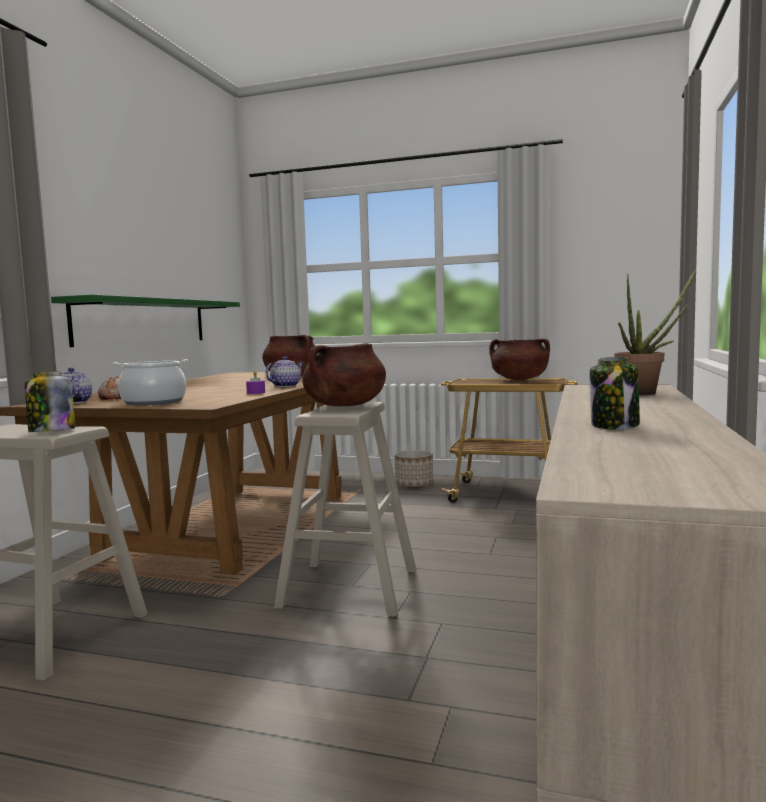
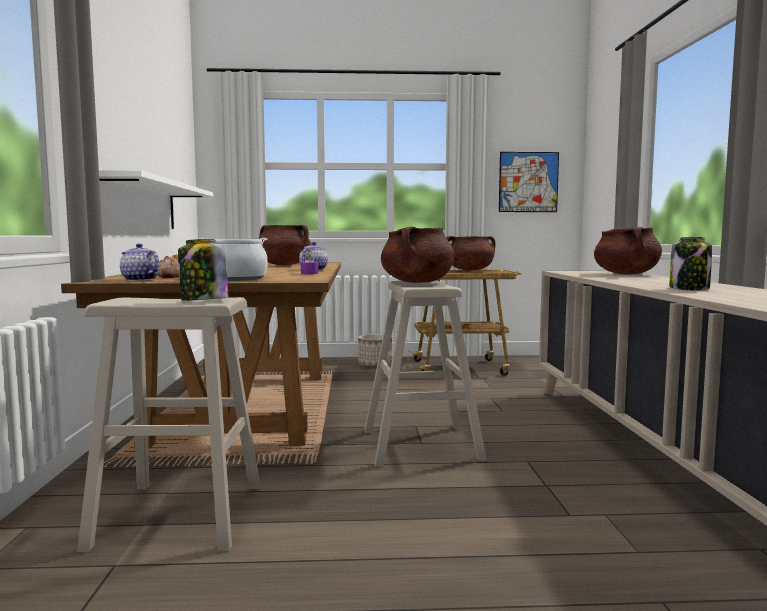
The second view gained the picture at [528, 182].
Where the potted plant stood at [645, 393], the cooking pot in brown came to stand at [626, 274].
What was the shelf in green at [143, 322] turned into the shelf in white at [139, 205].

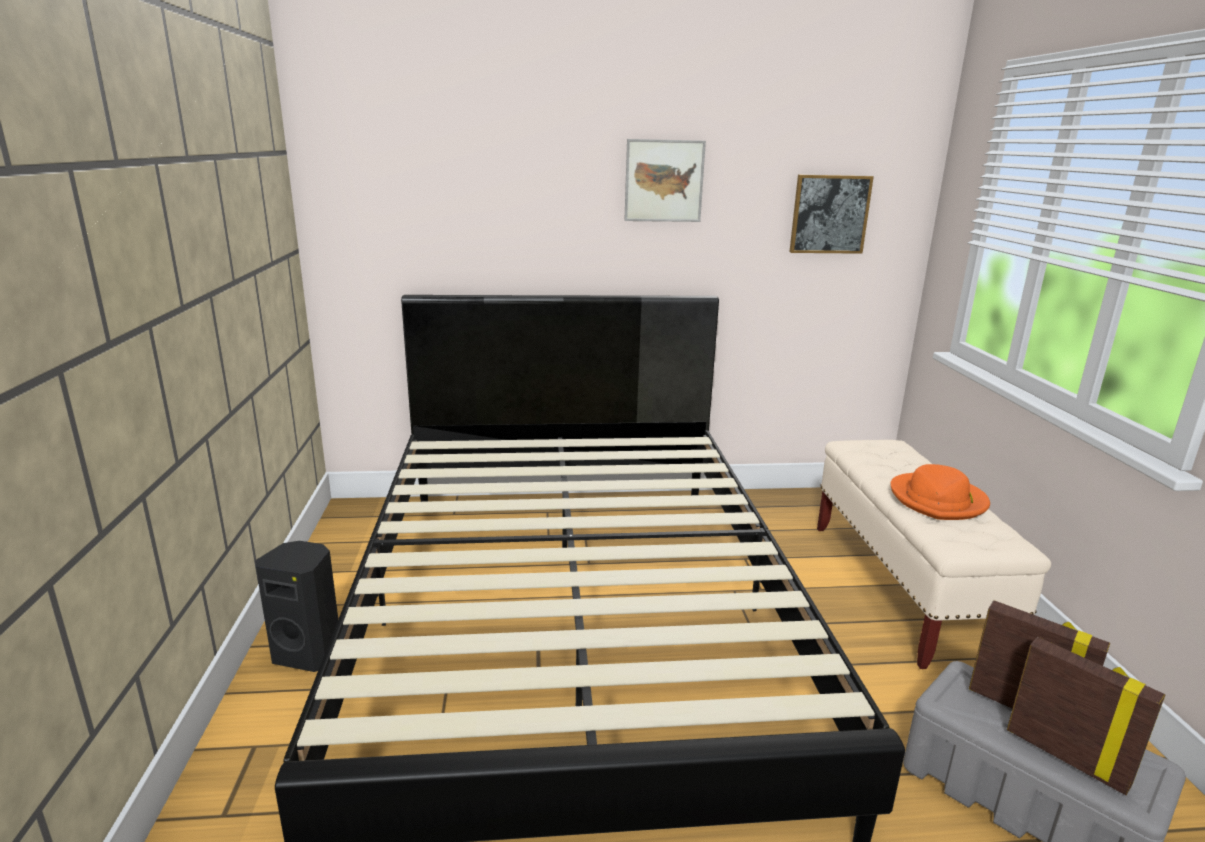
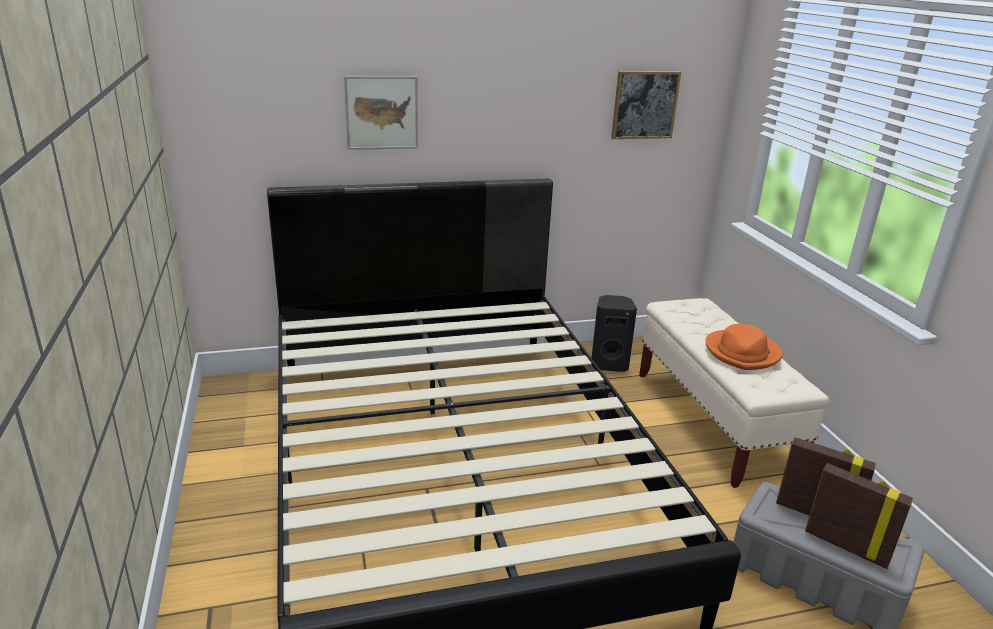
The speaker in black ended up elsewhere, having gone from [309, 653] to [608, 364].
The picture ended up elsewhere, having gone from [664, 181] to [382, 112].

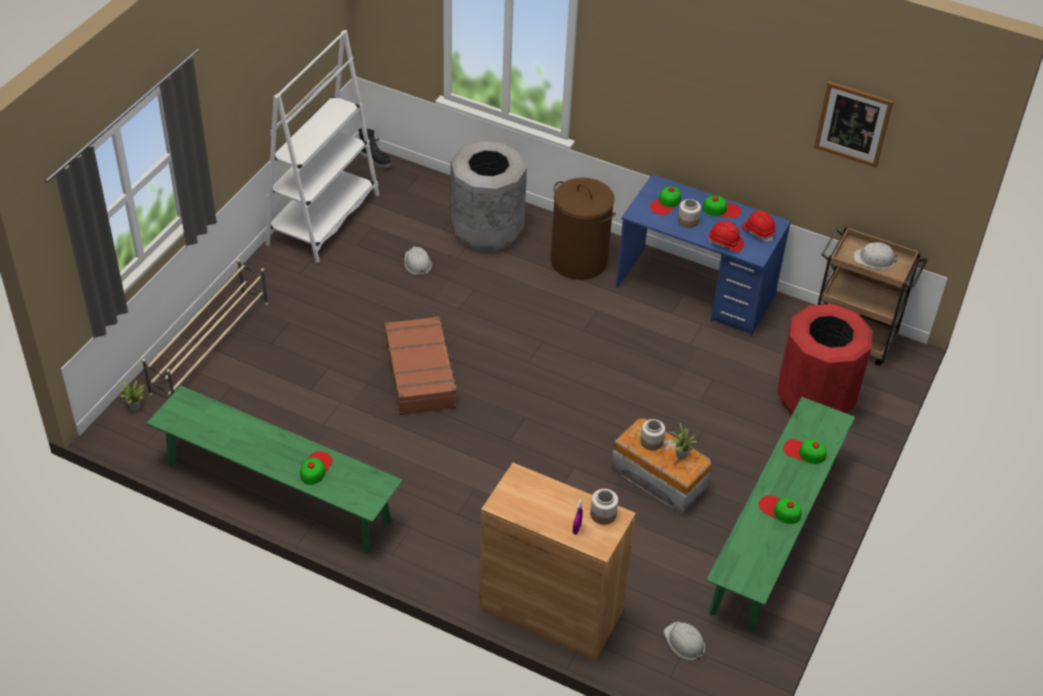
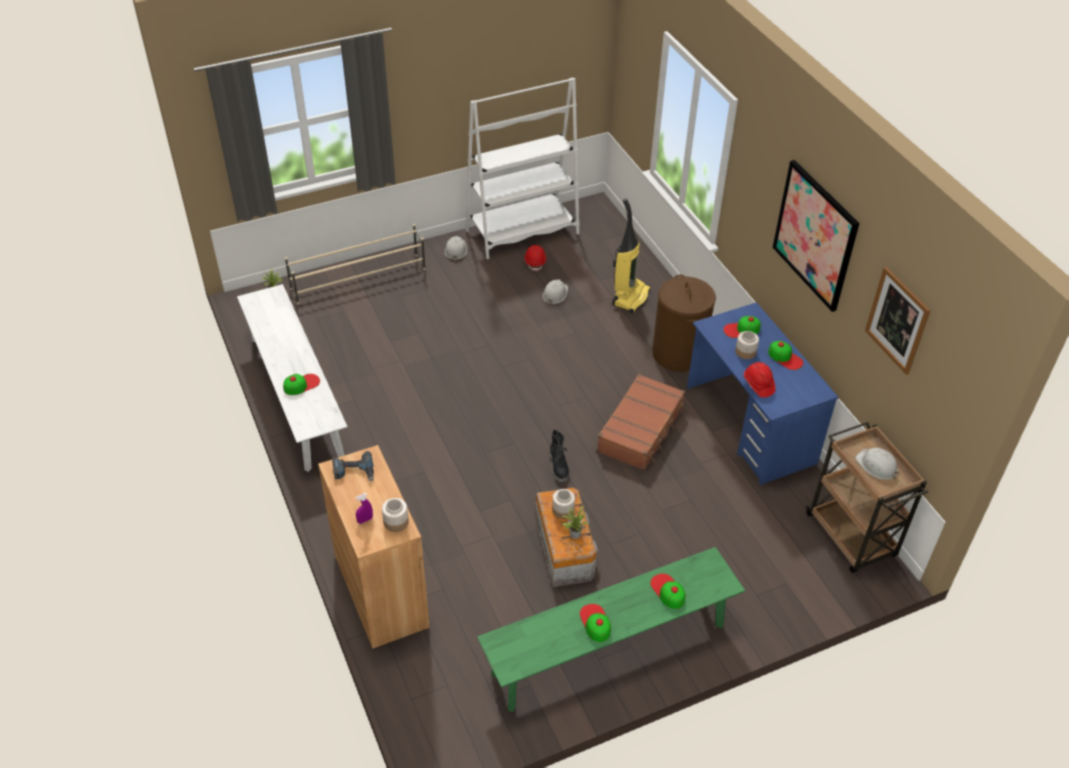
The second view lost the trash can in red at [815, 399].
The second view gained the power drill at [354, 472].
The second view gained the picture at [815, 235].
The boot in black ended up elsewhere, having gone from [376, 159] to [559, 466].
The suitcase in brown ended up elsewhere, having gone from [421, 374] to [641, 430].
The hard hat in white ended up elsewhere, having gone from [684, 642] to [455, 250].
The hard hat in red ended up elsewhere, having gone from [758, 231] to [535, 262].
Where the trash can in grey stood at [486, 231], the vacuum cleaner came to stand at [630, 297].
What was the bench in green at [278, 493] turned into the bench in white at [296, 396].

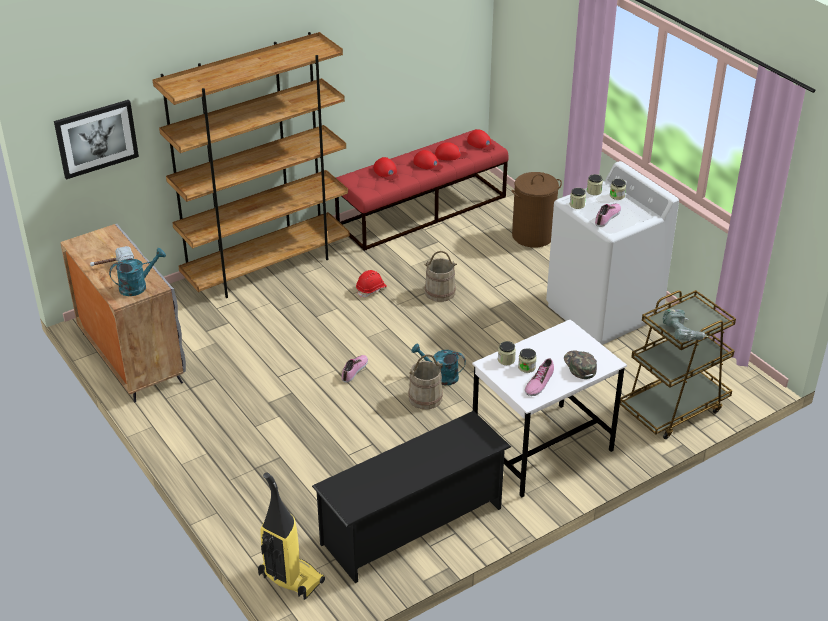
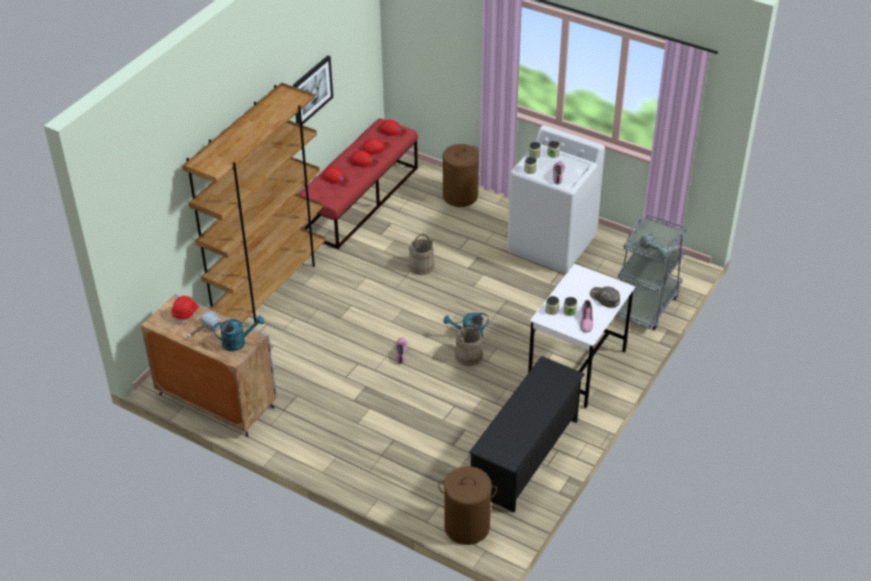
The picture ended up elsewhere, having gone from [96, 138] to [312, 90].
The hard hat in red ended up elsewhere, having gone from [371, 289] to [186, 313].
Where the vacuum cleaner stood at [290, 578], the laundry basket in brown came to stand at [466, 527].
What was the cart in brown at [673, 408] turned into the cart in grey at [645, 304].
The watering can in turquoise at [138, 286] ended up facing another way, 45 degrees clockwise from before.

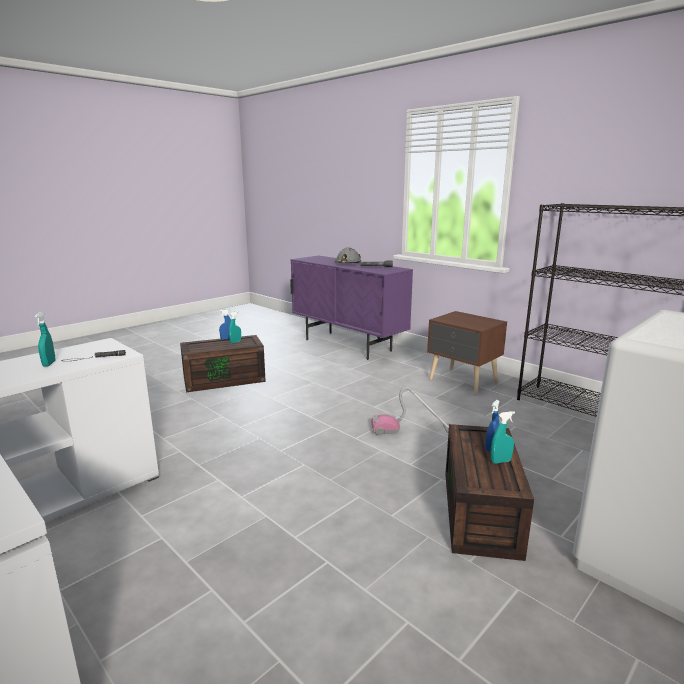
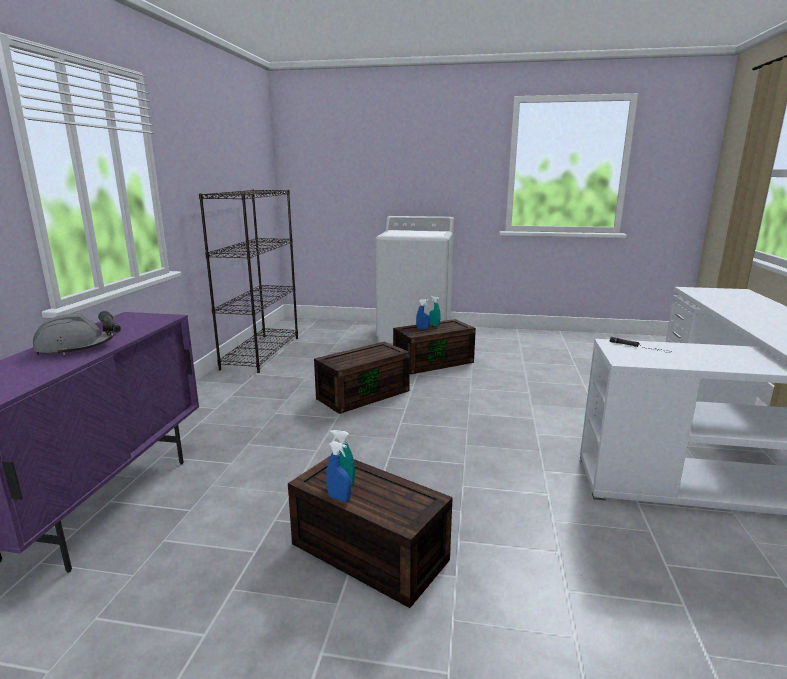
The second view lost the spray bottle in turquoise at [49, 364].
The second view lost the nightstand in brown at [463, 382].
Where the vacuum cleaner stood at [412, 430], the storage box in brown came to stand at [363, 394].

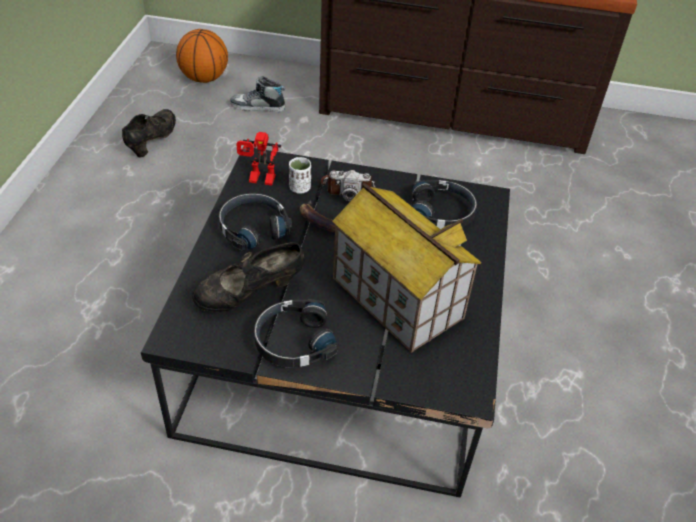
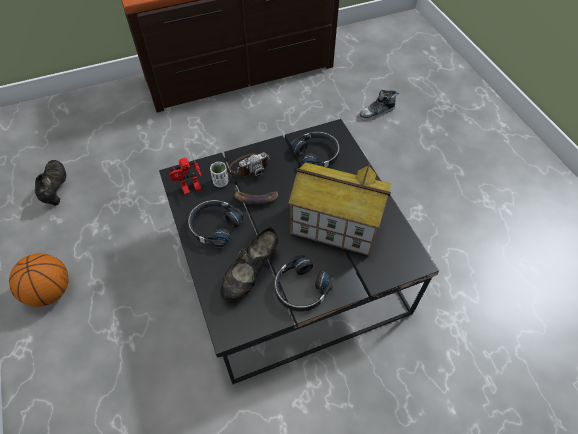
The basketball ended up elsewhere, having gone from [204, 78] to [50, 291].
The shoe ended up elsewhere, having gone from [258, 107] to [376, 112].

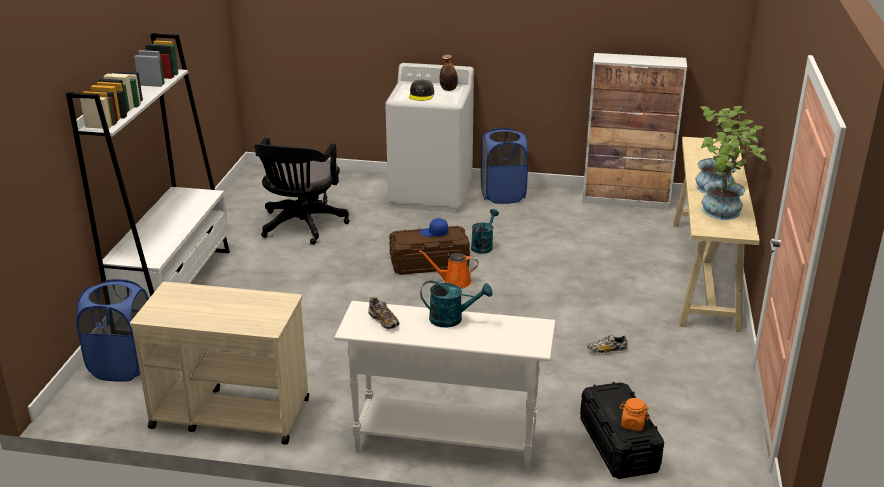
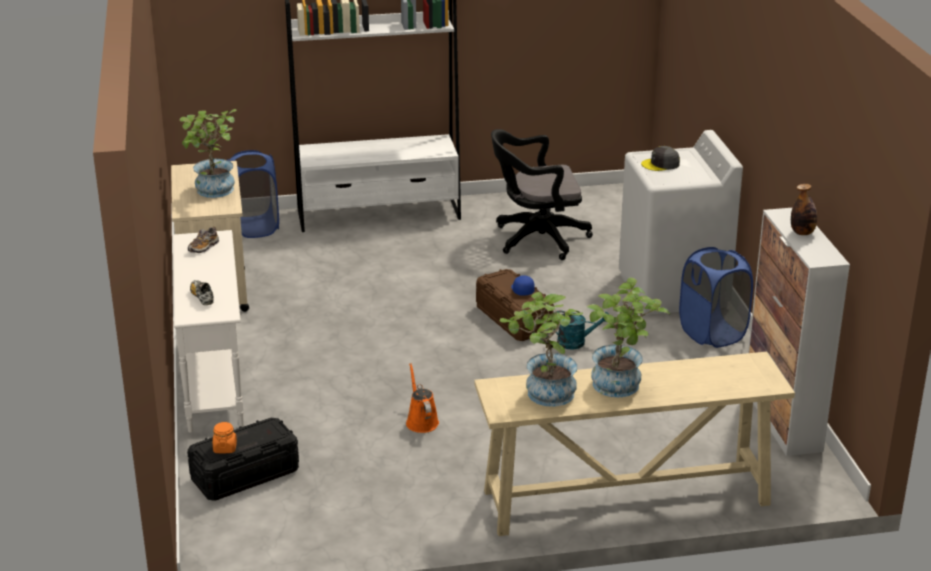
The second view lost the watering can in turquoise at [452, 319].
The second view gained the potted plant at [213, 192].
The watering can in orange ended up elsewhere, having gone from [454, 282] to [421, 421].
The bottle ended up elsewhere, having gone from [448, 89] to [802, 233].
The shoe ended up elsewhere, having gone from [607, 350] to [202, 297].

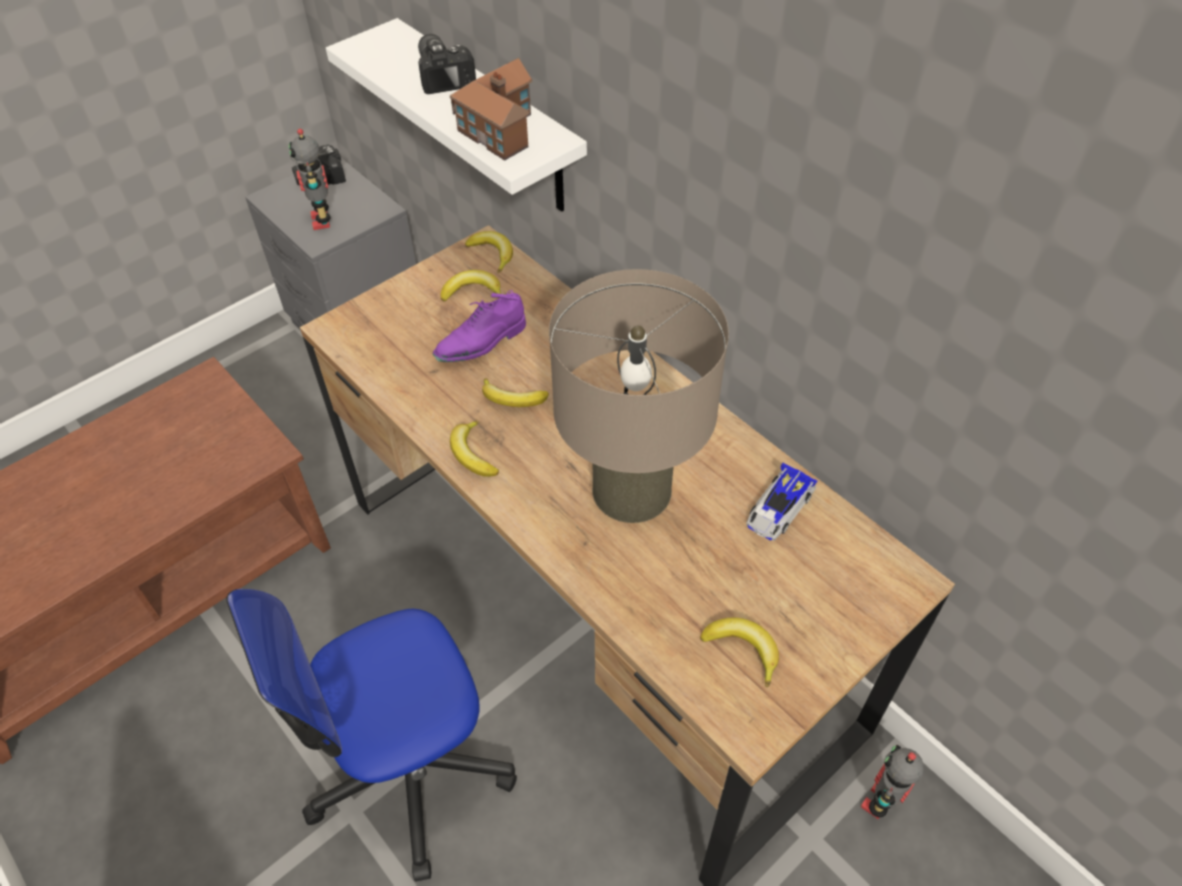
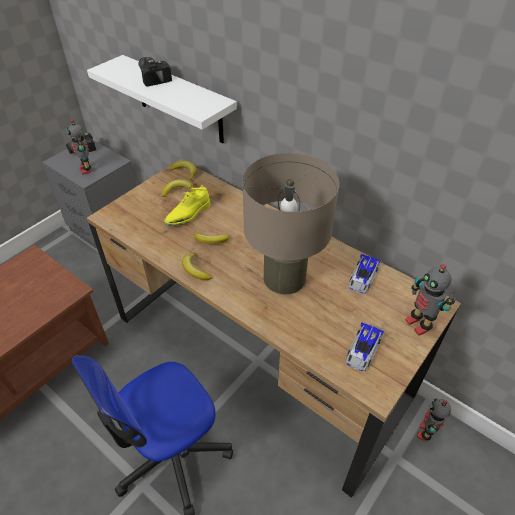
The second view lost the toy house at [497, 125].
The second view gained the toy robot at [419, 324].
Where the banana stood at [743, 649], the toy car came to stand at [363, 350].
What was the shoe in purple at [481, 343] turned into the shoe in yellow at [188, 215].

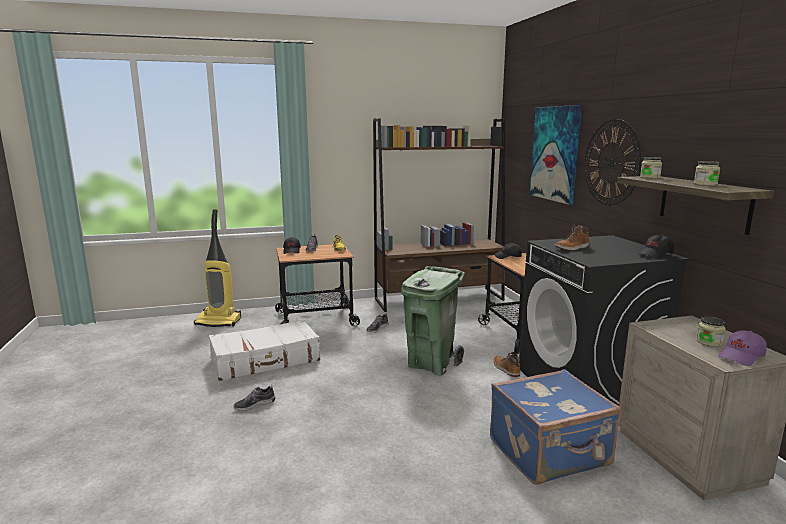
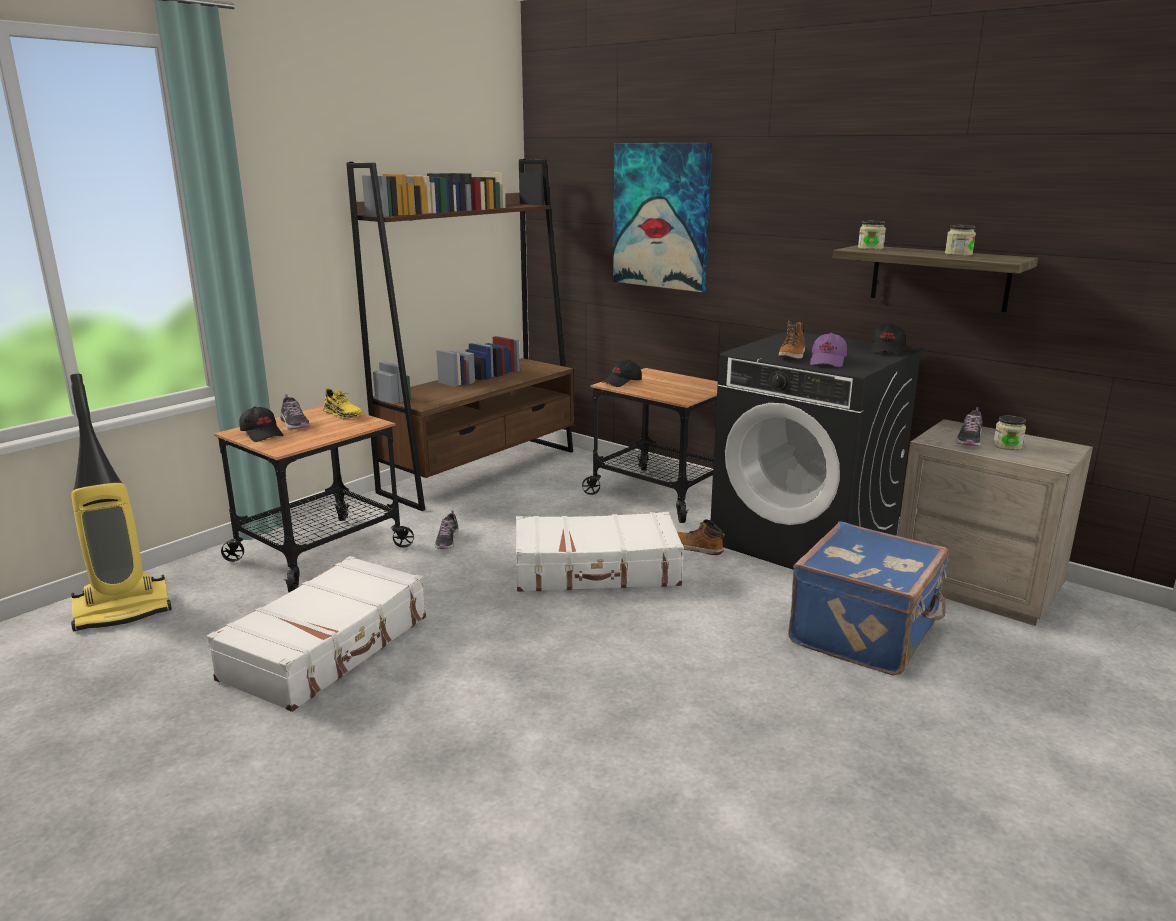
The second view lost the wall clock at [611, 162].
The shoe ended up elsewhere, having gone from [254, 404] to [969, 440].
The cap in purple ended up elsewhere, having gone from [741, 357] to [828, 362].
Where the trash can in green stood at [431, 364], the suitcase in white came to stand at [597, 570].

